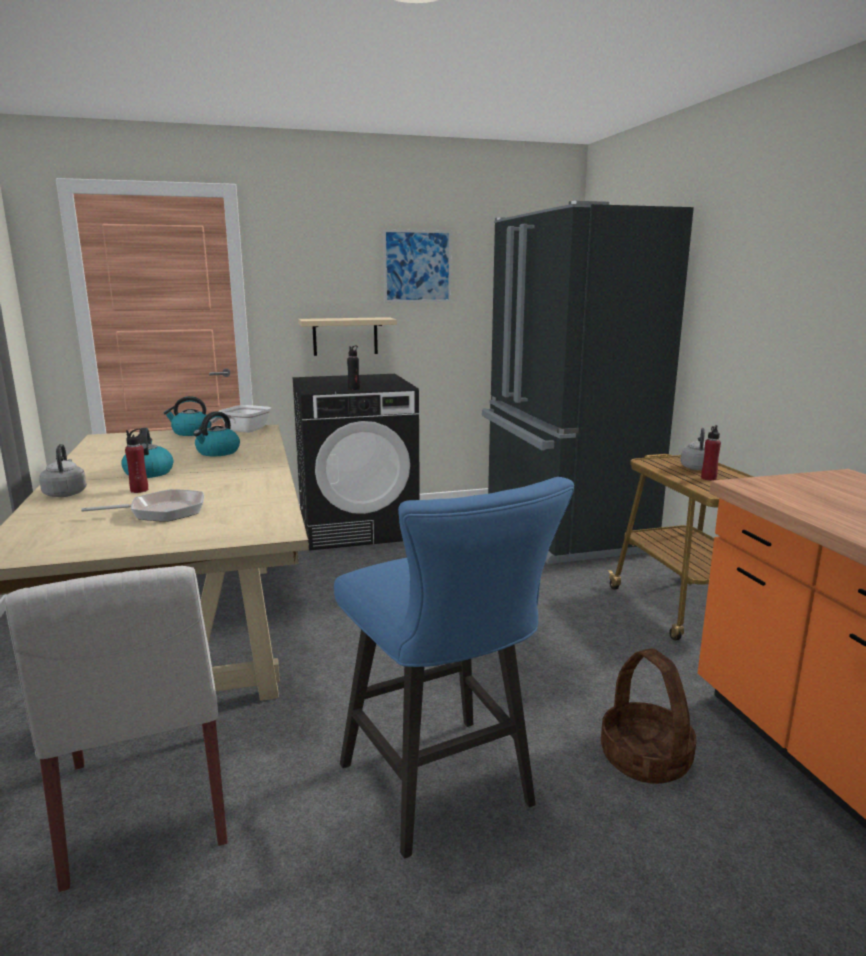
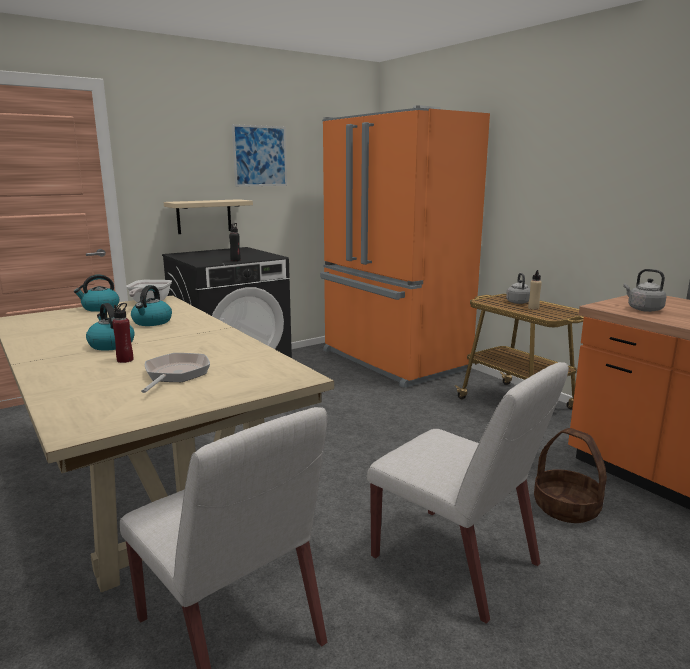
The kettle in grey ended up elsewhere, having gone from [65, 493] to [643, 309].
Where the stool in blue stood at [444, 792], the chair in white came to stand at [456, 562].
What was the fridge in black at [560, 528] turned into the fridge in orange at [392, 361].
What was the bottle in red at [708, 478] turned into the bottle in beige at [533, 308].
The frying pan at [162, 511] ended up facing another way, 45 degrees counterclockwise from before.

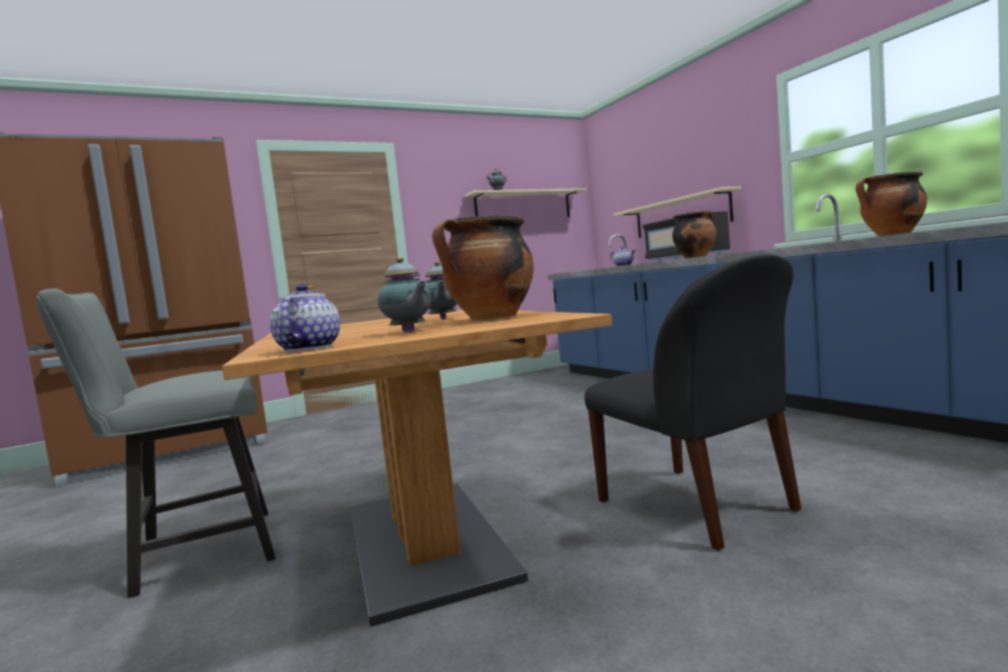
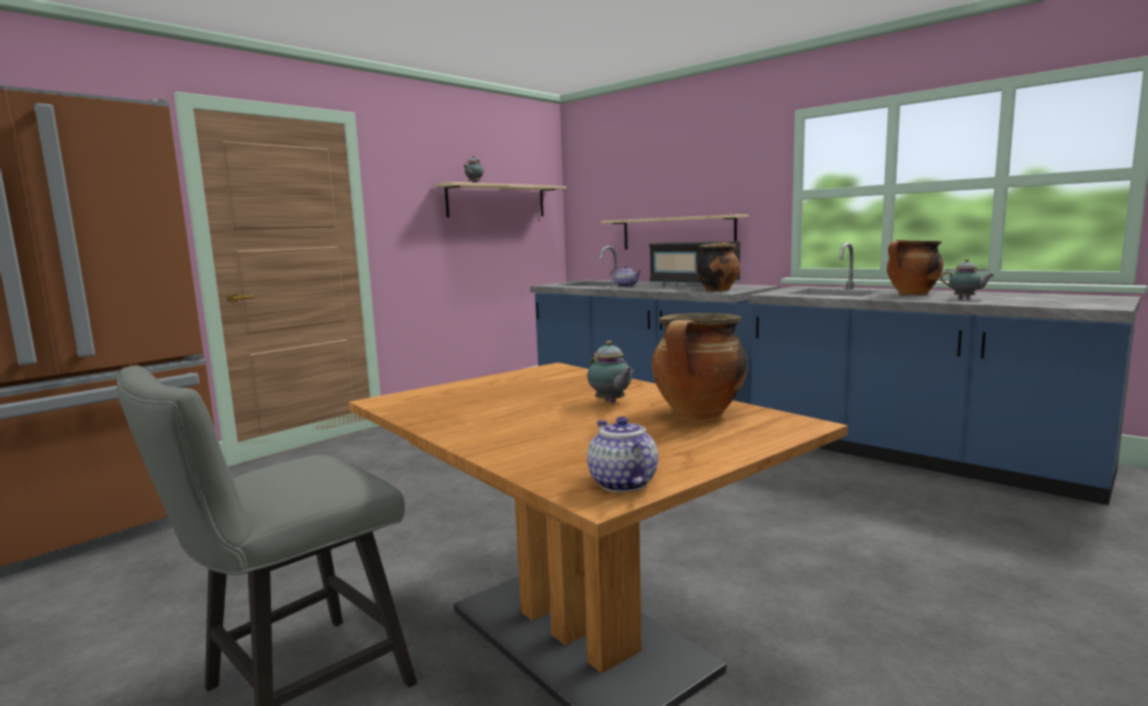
The second view lost the chair in black at [698, 507].
The teapot ended up elsewhere, having gone from [409, 332] to [965, 298].

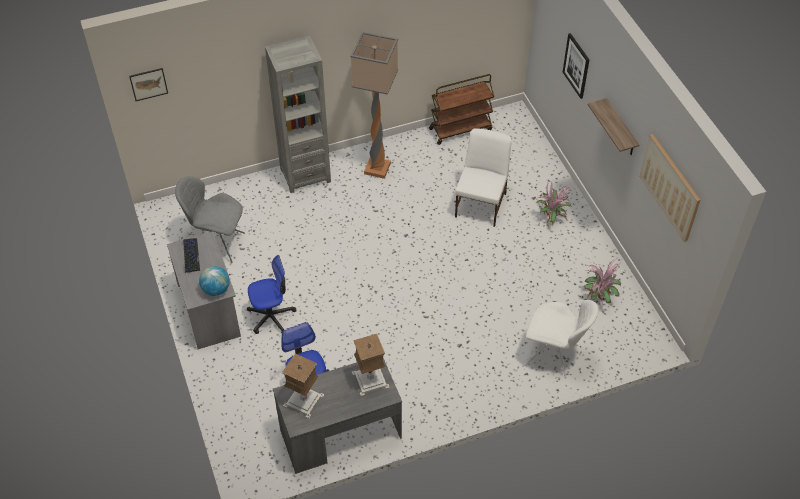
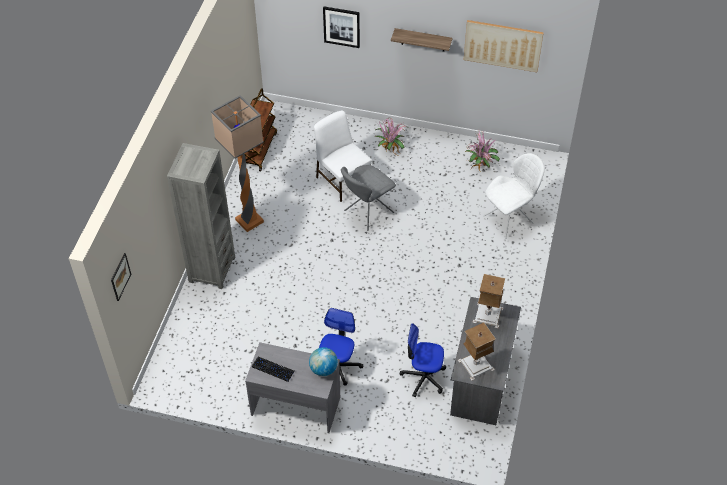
The chair in grey ended up elsewhere, having gone from [217, 243] to [367, 212].

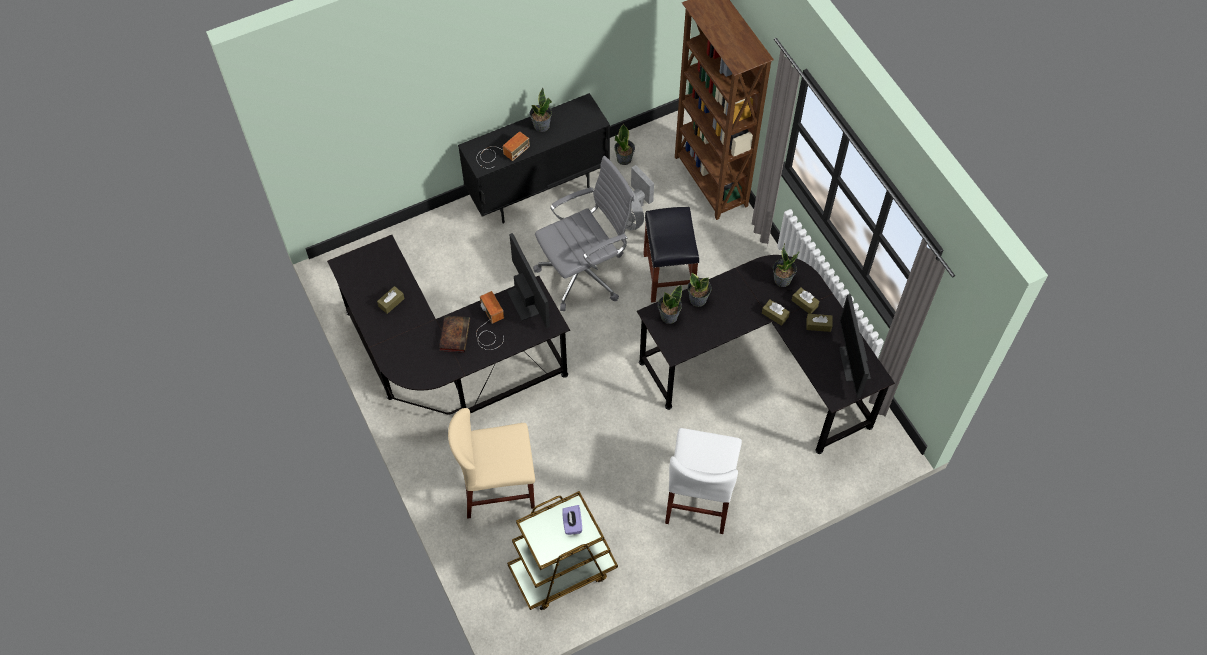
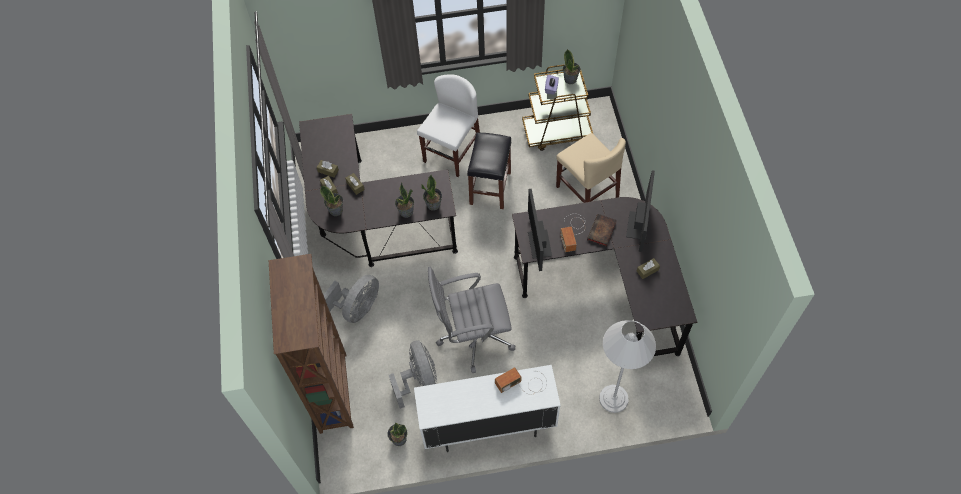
The second view gained the fan in grey at [357, 308].
The second view gained the floor lamp in white at [613, 398].
The potted plant ended up elsewhere, having gone from [541, 126] to [570, 79].
The stool in black ended up elsewhere, having gone from [668, 275] to [490, 189].
The monitor ended up elsewhere, having gone from [854, 363] to [637, 225].
What was the cabinet in black at [538, 191] turned into the cabinet in white at [488, 427].
The chair in beige at [498, 487] ended up facing another way, 45 degrees clockwise from before.

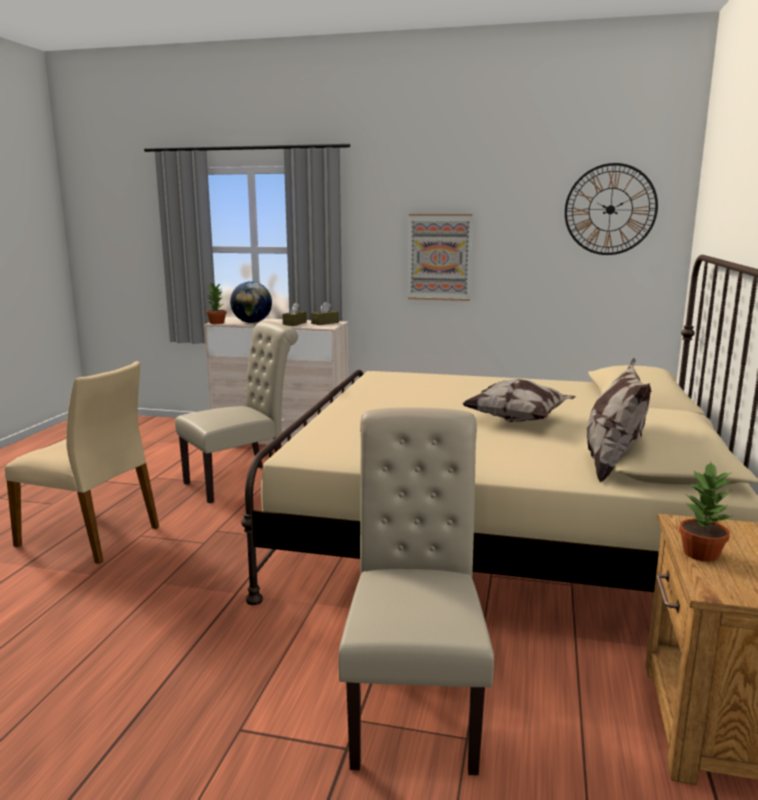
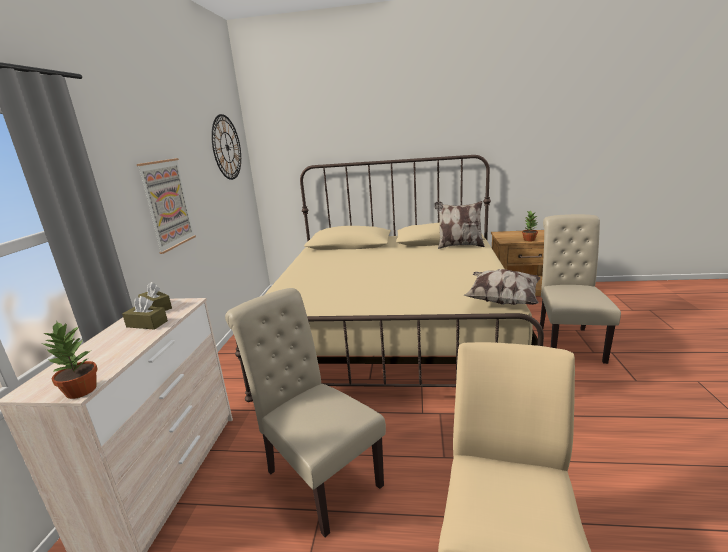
The second view lost the globe at [252, 322].
The pillow ended up elsewhere, having gone from [519, 420] to [502, 300].
The chair in beige at [414, 702] ended up facing another way, 105 degrees clockwise from before.

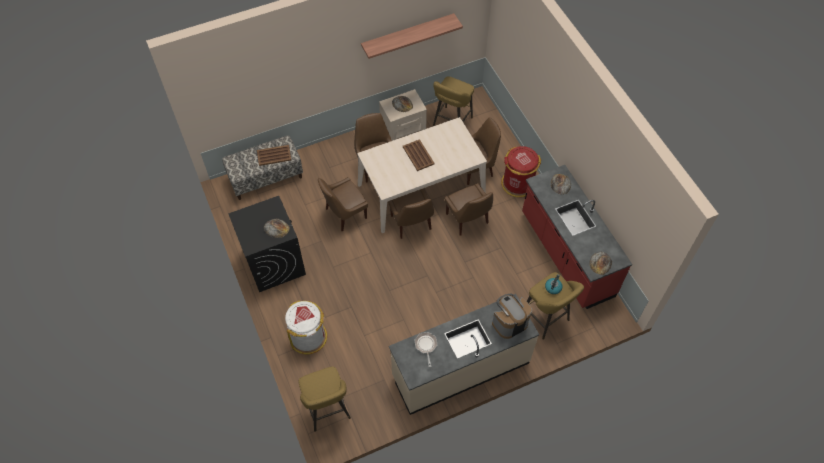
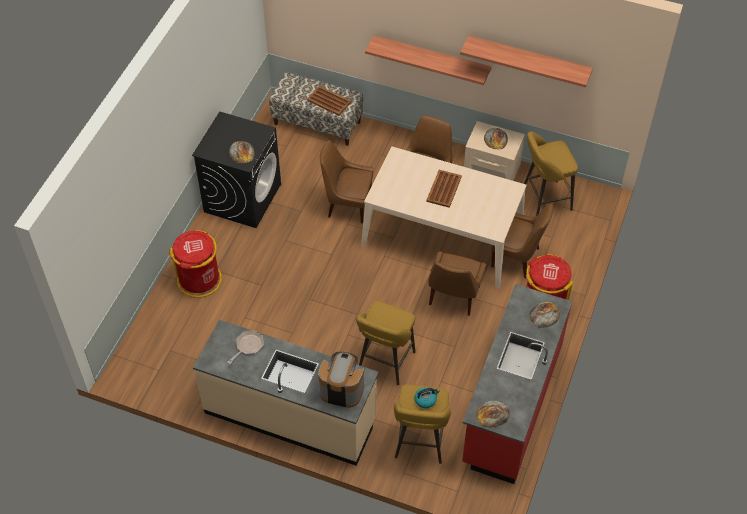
The second view lost the chair in brown at [411, 224].
The second view gained the shelf at [431, 58].
The stool in yellow ended up elsewhere, having gone from [328, 411] to [385, 363].
What was the trash can in white at [308, 337] turned into the trash can in red at [200, 280].

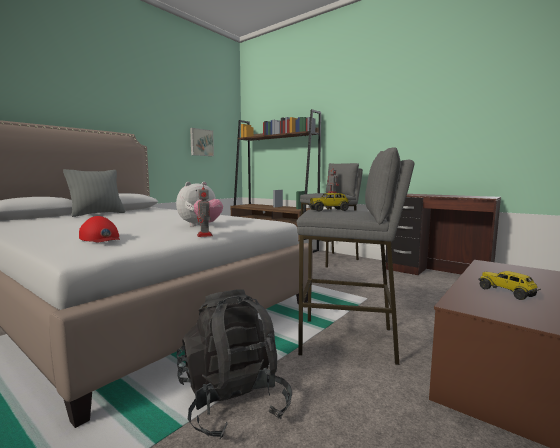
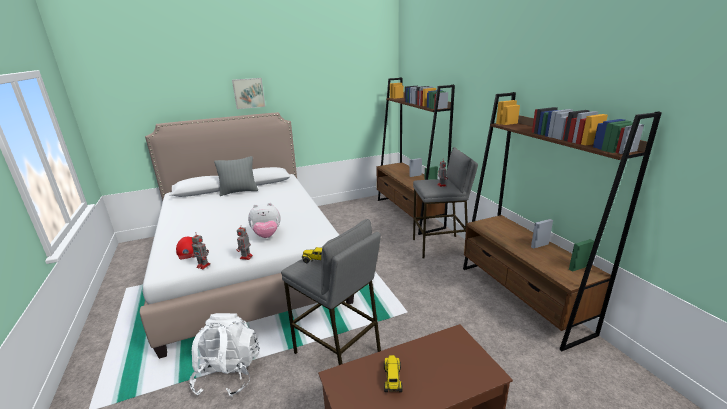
The second view gained the toy robot at [204, 266].
The picture ended up elsewhere, having gone from [201, 142] to [248, 93].
Where the desk in brown stood at [436, 274], the bookcase in brown came to stand at [521, 298].
What was the backpack in black at [233, 402] turned into the backpack in white at [228, 373].

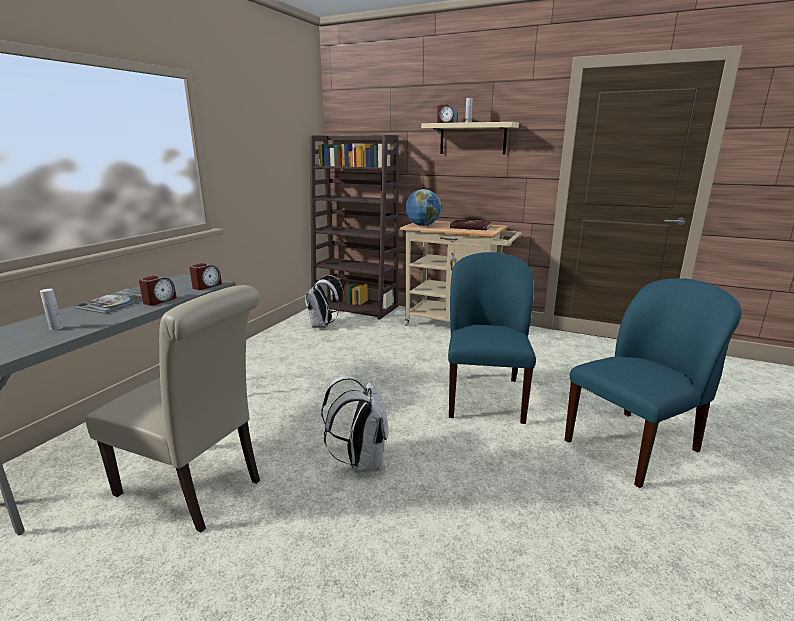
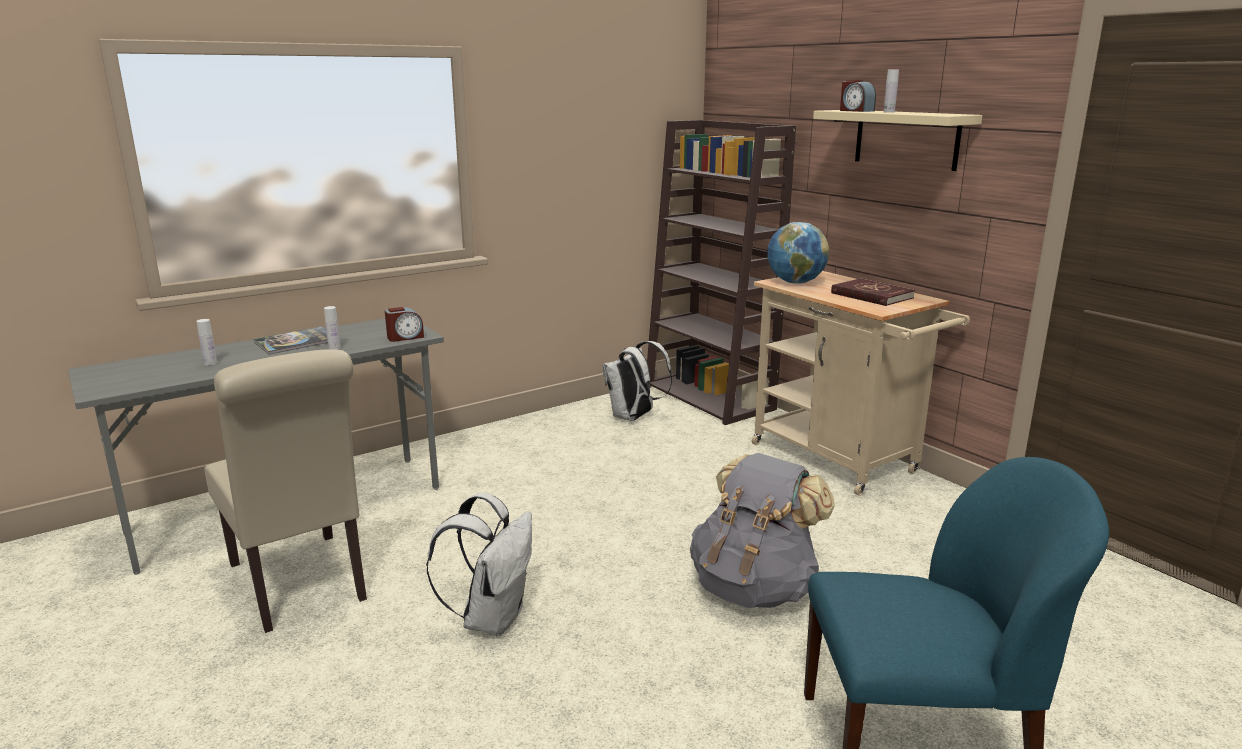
Where the alarm clock stood at [159, 301], the bottle in white came to stand at [334, 348].
Where the chair in blue stood at [485, 397], the backpack in grey came to stand at [754, 588].

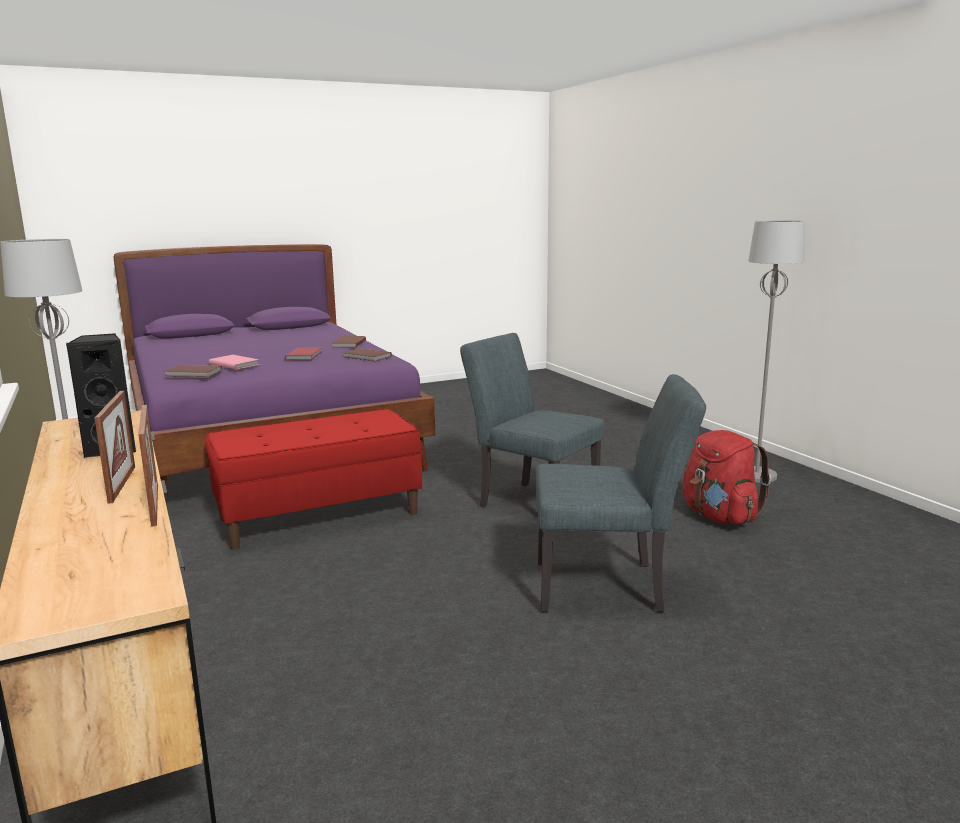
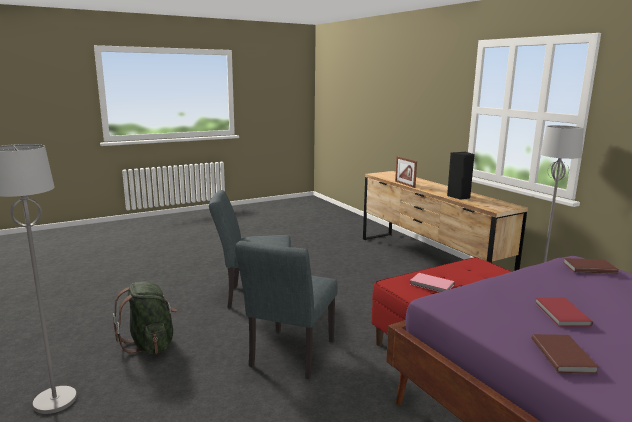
The second view lost the picture frame at [122, 484].
The second view lost the book in brown at [366, 357].
The book in pink ended up elsewhere, having gone from [235, 364] to [432, 285].
What was the backpack in red at [720, 517] turned into the backpack in green at [150, 344].
The chair in grey at [531, 503] ended up facing another way, 75 degrees clockwise from before.

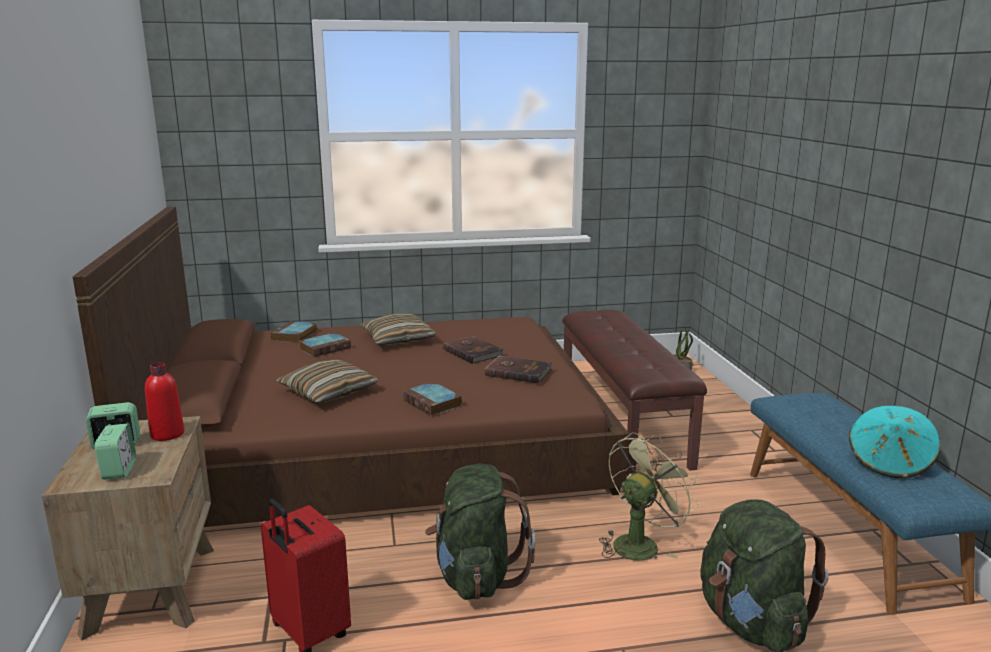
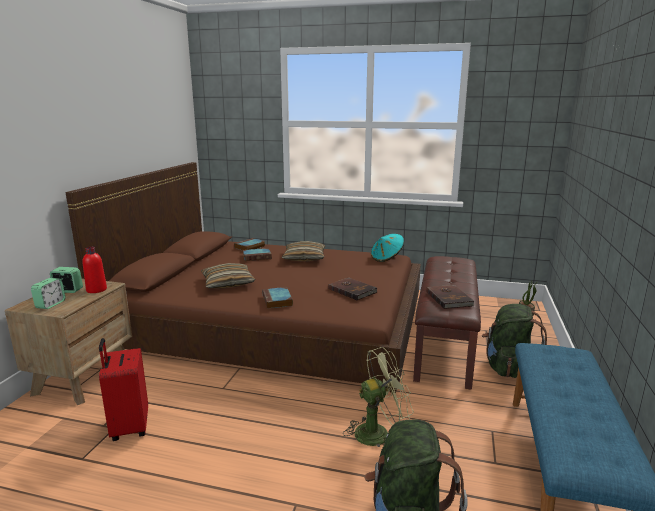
The backpack in green ended up elsewhere, having gone from [476, 577] to [508, 368].
The book in brown ended up elsewhere, having gone from [473, 352] to [449, 298].
The hat in turquoise ended up elsewhere, having gone from [890, 463] to [387, 258].

